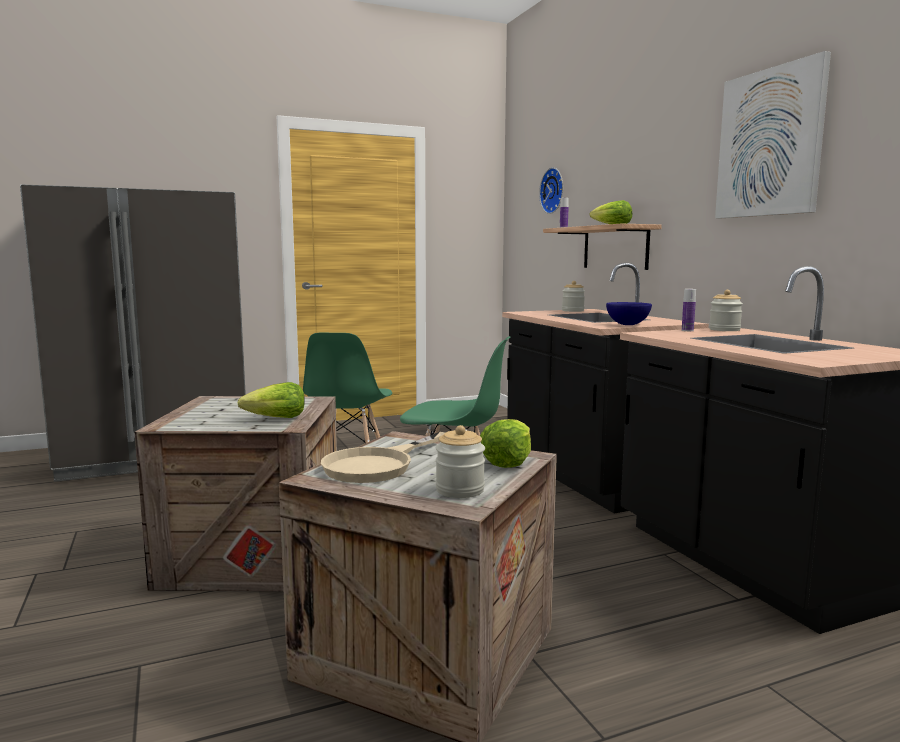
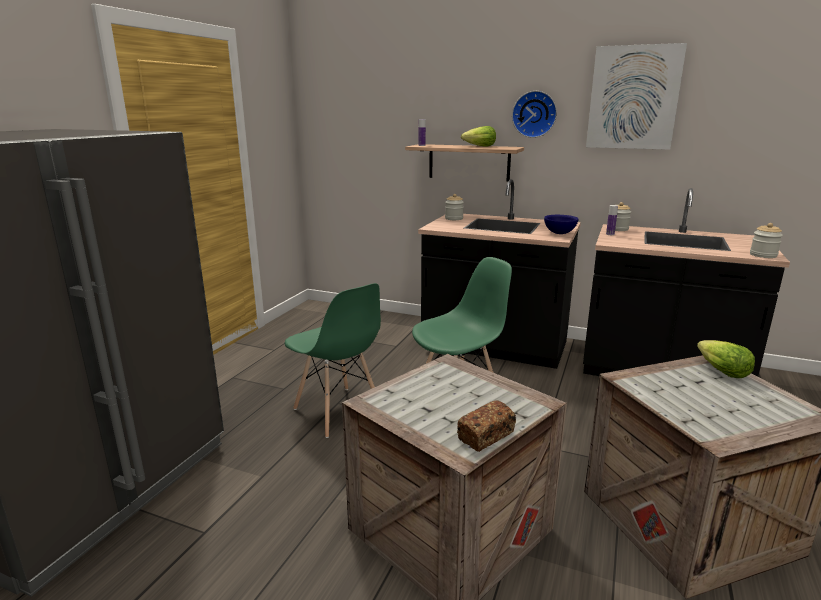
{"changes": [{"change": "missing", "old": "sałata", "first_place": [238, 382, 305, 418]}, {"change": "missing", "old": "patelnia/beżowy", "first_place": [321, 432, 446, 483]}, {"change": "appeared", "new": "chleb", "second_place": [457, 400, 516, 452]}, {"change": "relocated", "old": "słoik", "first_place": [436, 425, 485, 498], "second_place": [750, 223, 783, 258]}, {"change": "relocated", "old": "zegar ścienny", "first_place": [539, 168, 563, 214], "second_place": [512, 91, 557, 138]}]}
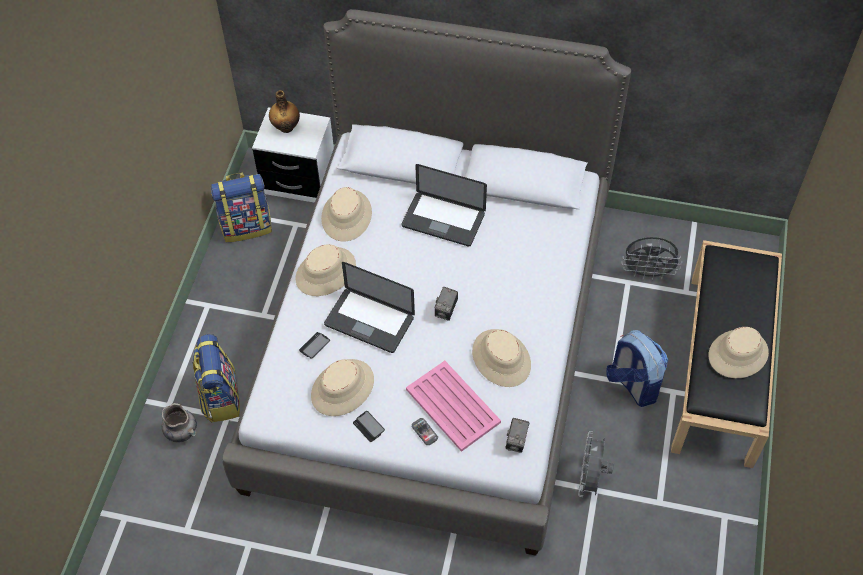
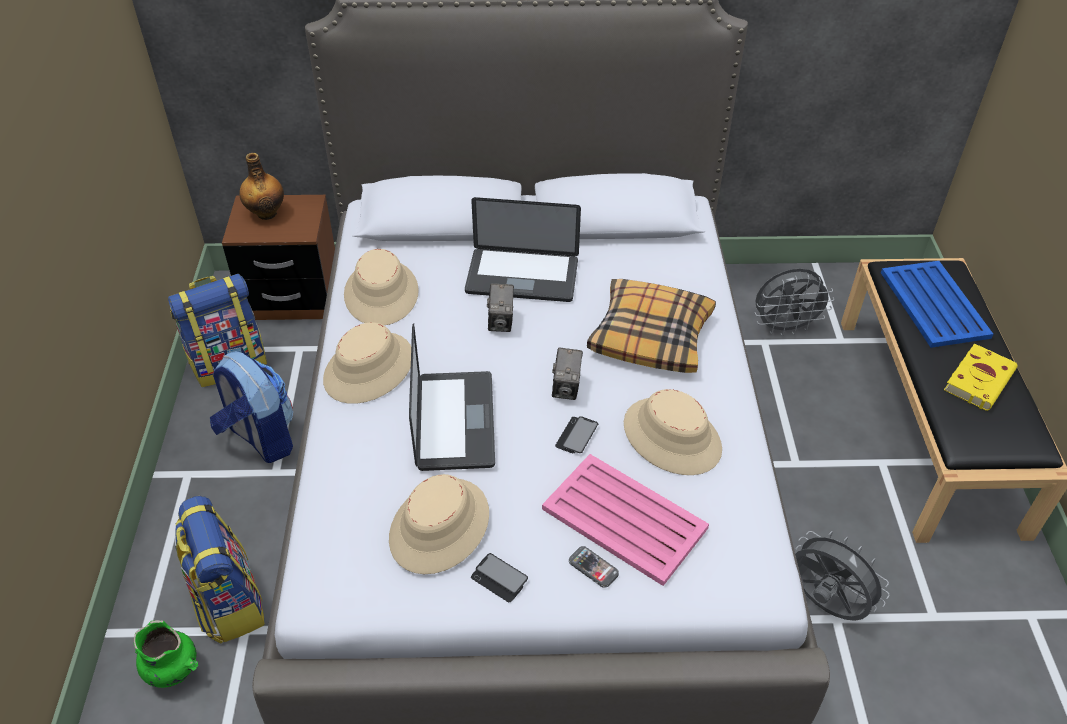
{"changes": [{"change": "appeared", "new": "poduszka", "second_place": [587, 279, 716, 373]}, {"change": "appeared", "new": "taca/niebieski", "second_place": [881, 261, 993, 348]}, {"change": "relocated", "old": "telefon", "first_place": [299, 332, 330, 358], "second_place": [555, 416, 598, 453]}, {"change": "relocated", "old": "aparat fotograficzny", "first_place": [505, 418, 530, 453], "second_place": [487, 283, 514, 332]}, {"change": "relocated", "old": "plecak", "first_place": [607, 330, 668, 407], "second_place": [210, 351, 293, 463]}, {"change": "exchanged", "old": "kapelusz/beżowy", "new": "książka/żółty", "first_place": [709, 327, 769, 378], "second_place": [944, 343, 1017, 411]}, {"change": "colour", "old": "wazon/szary", "new": "wazon/zielony", "first_place": [162, 403, 197, 443], "second_place": [134, 620, 198, 688]}, {"change": "colour", "old": "szafka nocna/biały", "new": "szafka nocna/brązowy", "first_place": [252, 107, 334, 203], "second_place": [222, 195, 335, 320]}, {"change": "spun", "old": "laptop", "first_place": [324, 262, 415, 353], "second_place": [409, 323, 495, 471], "degrees": -105}, {"change": "spun", "old": "wentylator/szary", "first_place": [578, 431, 614, 497], "second_place": [795, 531, 890, 621], "degrees": 135}]}
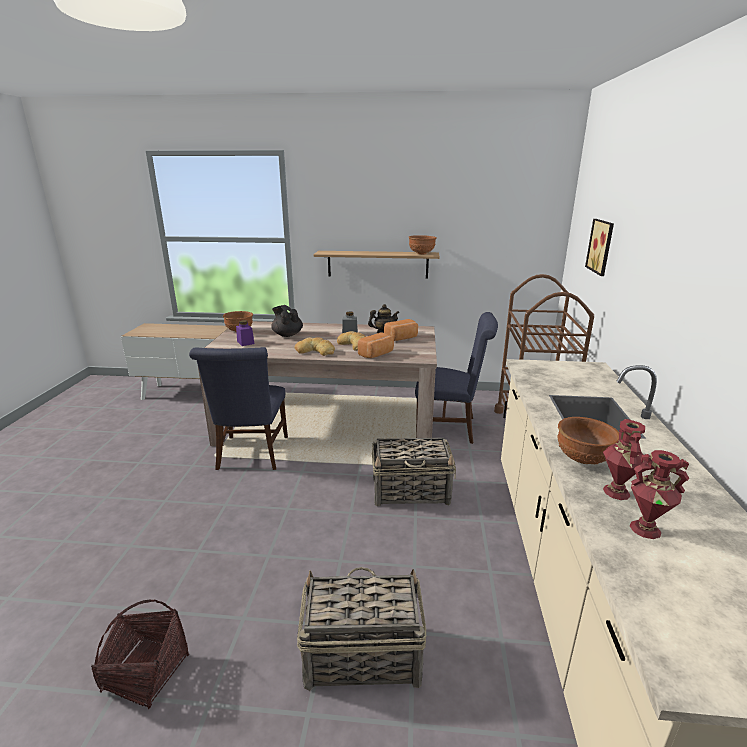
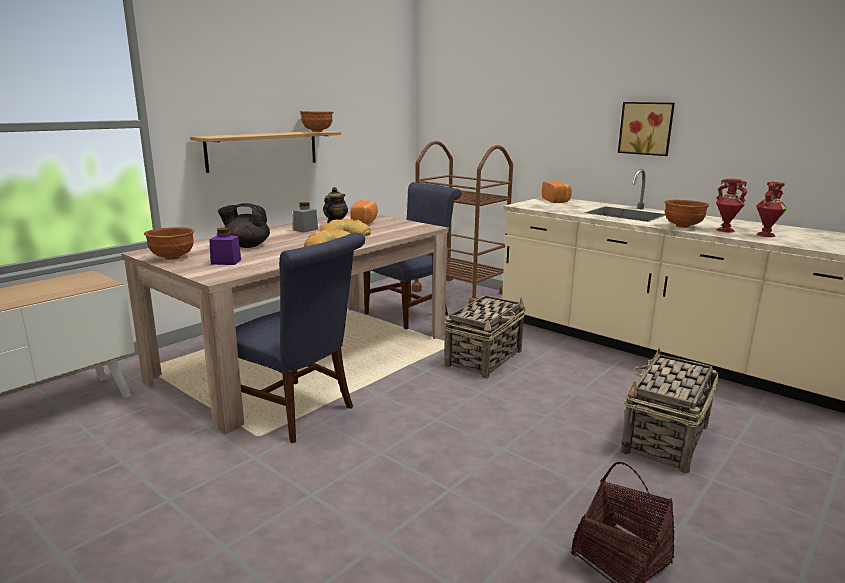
{"changes": [{"change": "relocated", "old": "chleb", "first_place": [358, 332, 394, 358], "second_place": [542, 181, 572, 203]}, {"change": "relocated", "old": "obraz", "first_place": [585, 219, 614, 276], "second_place": [618, 102, 675, 156]}]}
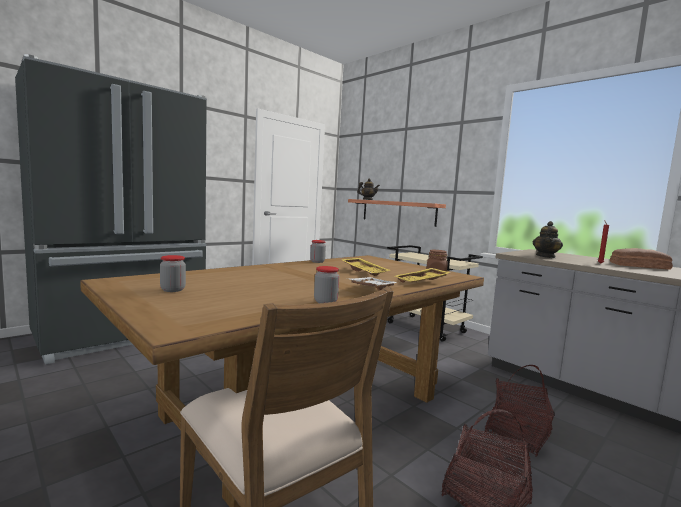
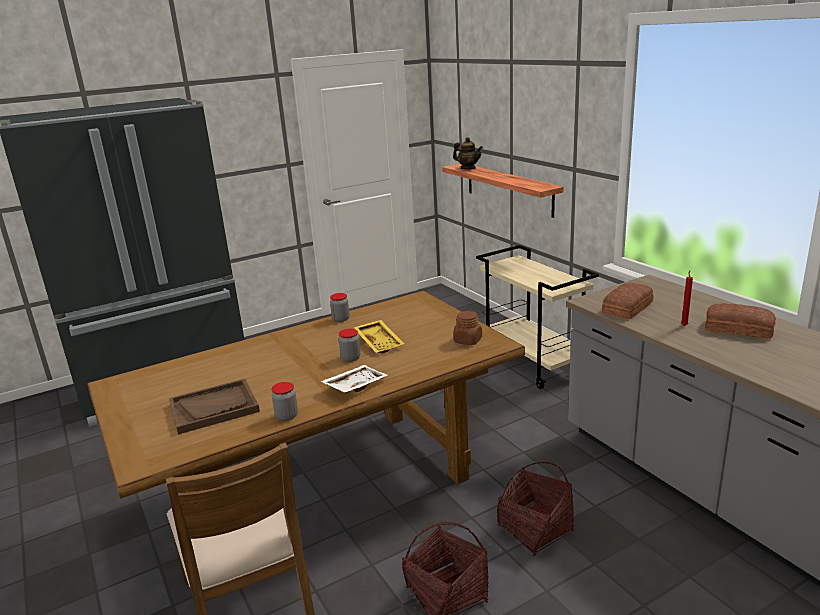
{"changes": [{"change": "missing", "old": "taca/żółty", "first_place": [395, 268, 451, 282]}, {"change": "appeared", "new": "taca/brązowy", "second_place": [169, 379, 260, 434]}, {"change": "relocated", "old": "słoik", "first_place": [160, 255, 186, 292], "second_place": [339, 329, 360, 362]}, {"change": "exchanged", "old": "imbryk", "new": "chleb", "first_place": [533, 221, 563, 258], "second_place": [602, 283, 653, 319]}]}
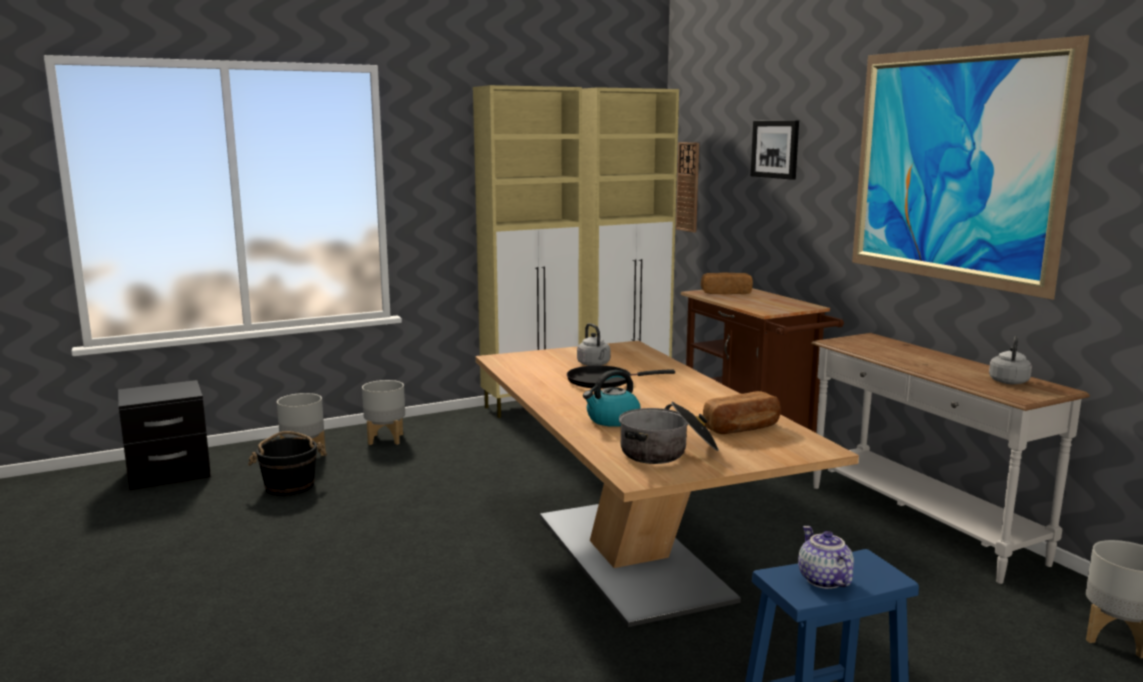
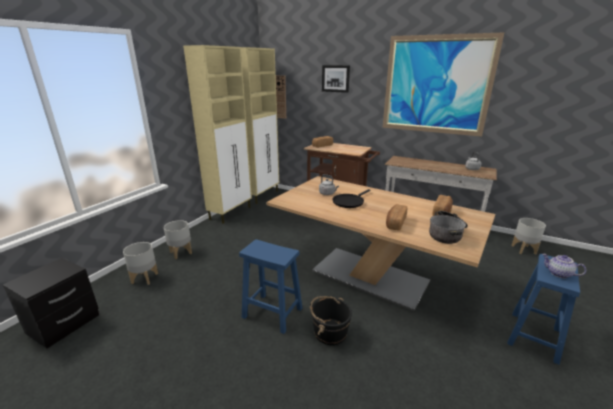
{"changes": [{"change": "appeared", "new": "stołek/niebieski", "second_place": [239, 239, 302, 334]}, {"change": "relocated", "old": "wiadro/czarny", "first_place": [248, 431, 327, 496], "second_place": [310, 296, 352, 345]}, {"change": "exchanged", "old": "czajnik", "new": "chleb", "first_place": [583, 370, 641, 427], "second_place": [386, 204, 407, 231]}]}
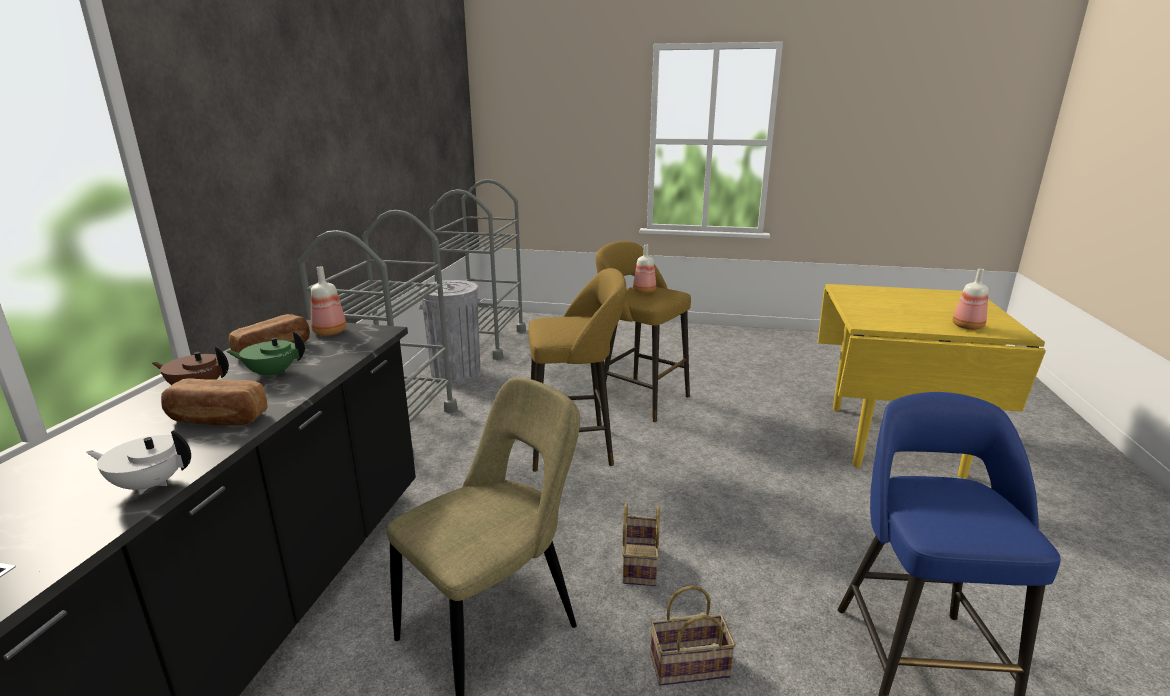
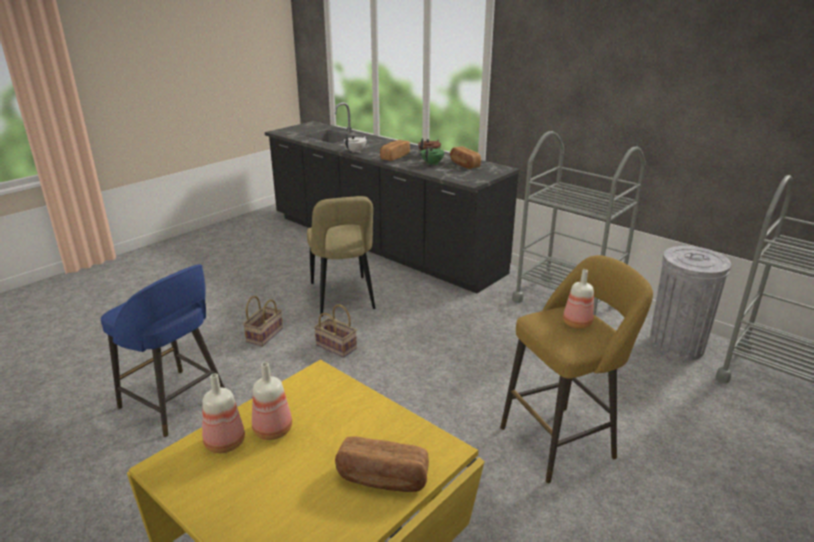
{"changes": [{"change": "missing", "old": "stołek/żółty", "first_place": [528, 268, 626, 472]}, {"change": "appeared", "new": "chleb", "second_place": [335, 437, 429, 492]}, {"change": "relocated", "old": "butelka", "first_place": [311, 266, 346, 336], "second_place": [252, 362, 292, 440]}]}
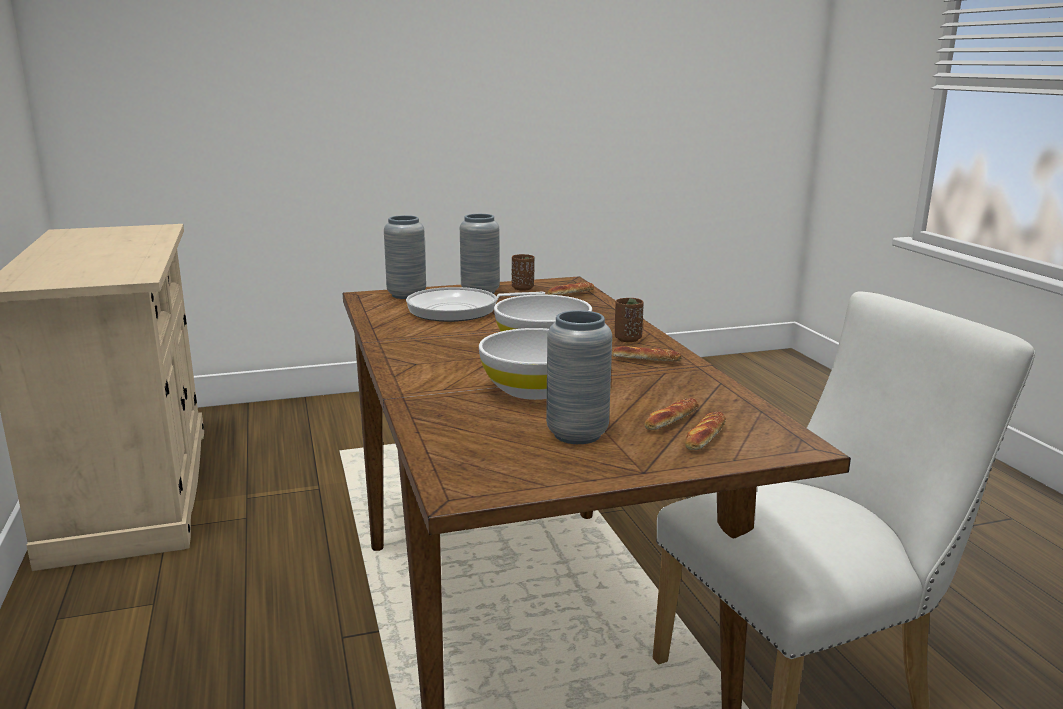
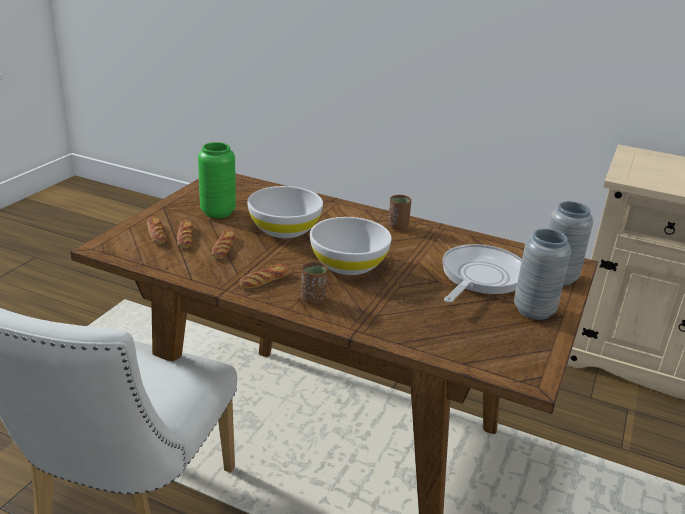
{"changes": [{"change": "relocated", "old": "filiżanka/brązowy", "first_place": [512, 254, 535, 290], "second_place": [388, 195, 412, 230]}, {"change": "relocated", "old": "chleb", "first_place": [548, 282, 594, 295], "second_place": [211, 230, 236, 259]}, {"change": "colour", "old": "wazon/szary", "new": "wazon/zielony", "first_place": [546, 310, 612, 444], "second_place": [198, 142, 236, 218]}]}
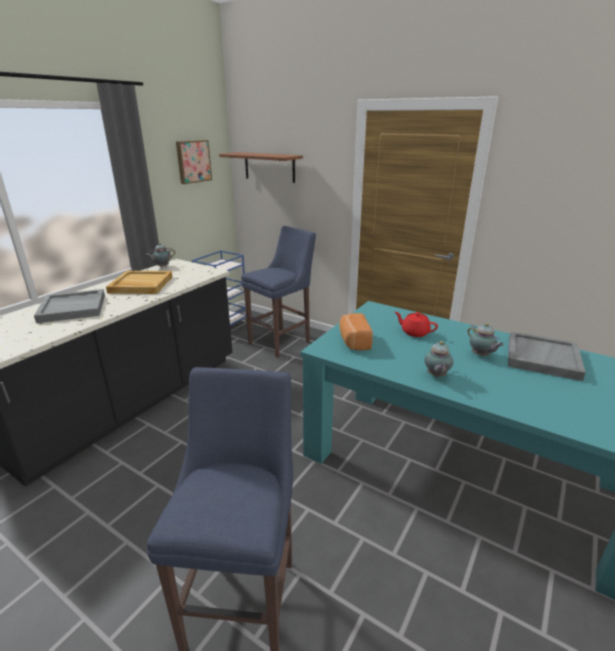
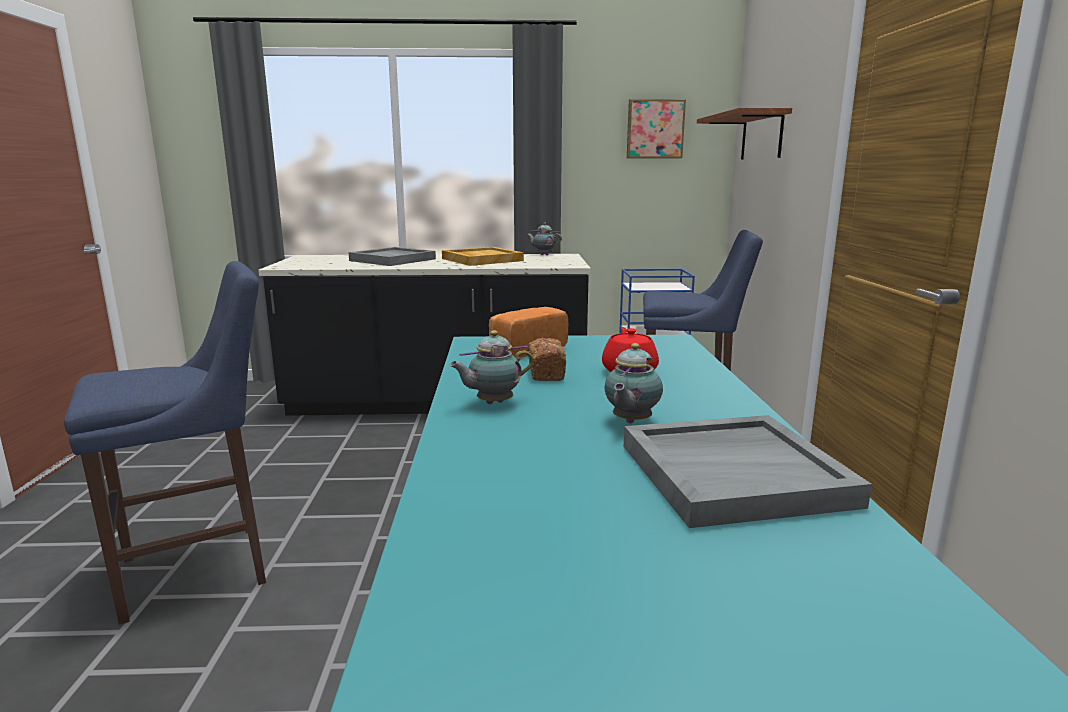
{"changes": [{"change": "appeared", "new": "chleb", "second_place": [528, 338, 566, 381]}]}
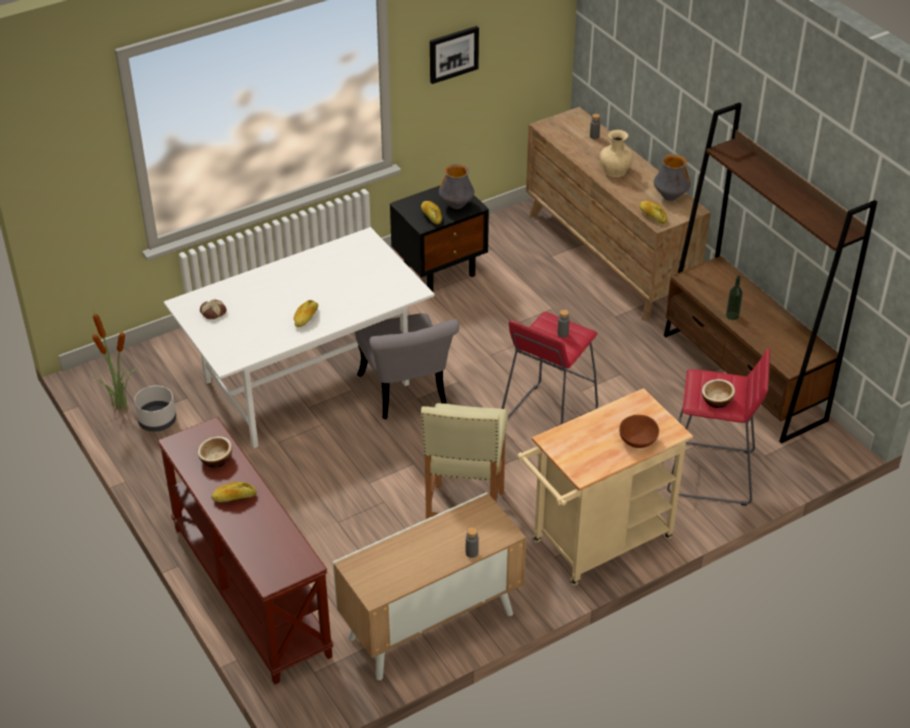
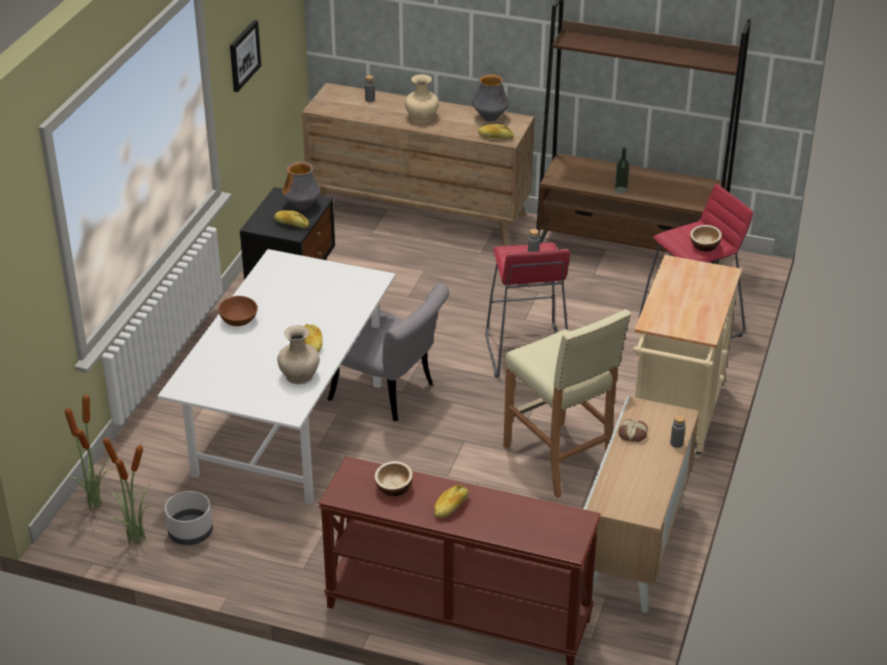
{"changes": [{"change": "appeared", "new": "roślina doniczkowa", "second_place": [65, 394, 113, 510]}, {"change": "appeared", "new": "wazon/beżowy", "second_place": [277, 325, 320, 384]}, {"change": "relocated", "old": "chleb", "first_place": [200, 299, 227, 319], "second_place": [618, 419, 648, 442]}, {"change": "relocated", "old": "miska/brązowy", "first_place": [619, 415, 659, 448], "second_place": [219, 296, 258, 326]}]}
